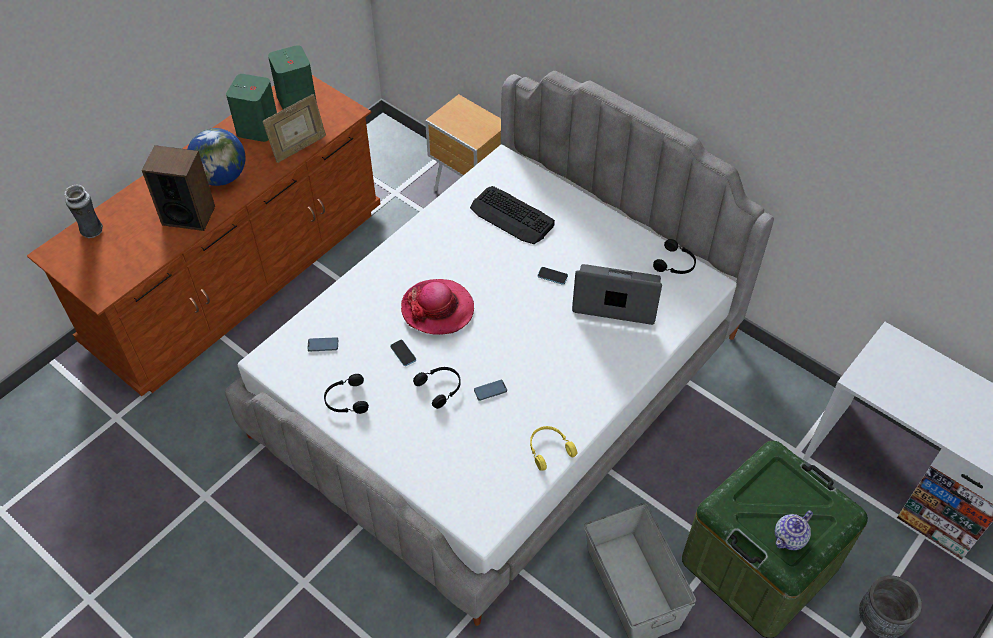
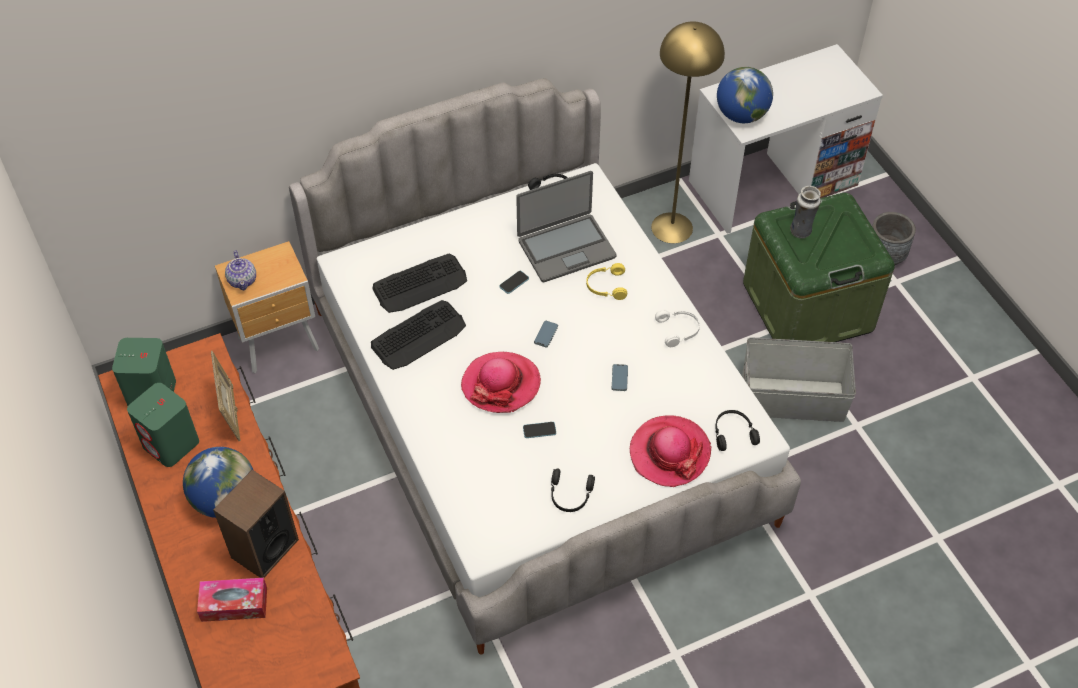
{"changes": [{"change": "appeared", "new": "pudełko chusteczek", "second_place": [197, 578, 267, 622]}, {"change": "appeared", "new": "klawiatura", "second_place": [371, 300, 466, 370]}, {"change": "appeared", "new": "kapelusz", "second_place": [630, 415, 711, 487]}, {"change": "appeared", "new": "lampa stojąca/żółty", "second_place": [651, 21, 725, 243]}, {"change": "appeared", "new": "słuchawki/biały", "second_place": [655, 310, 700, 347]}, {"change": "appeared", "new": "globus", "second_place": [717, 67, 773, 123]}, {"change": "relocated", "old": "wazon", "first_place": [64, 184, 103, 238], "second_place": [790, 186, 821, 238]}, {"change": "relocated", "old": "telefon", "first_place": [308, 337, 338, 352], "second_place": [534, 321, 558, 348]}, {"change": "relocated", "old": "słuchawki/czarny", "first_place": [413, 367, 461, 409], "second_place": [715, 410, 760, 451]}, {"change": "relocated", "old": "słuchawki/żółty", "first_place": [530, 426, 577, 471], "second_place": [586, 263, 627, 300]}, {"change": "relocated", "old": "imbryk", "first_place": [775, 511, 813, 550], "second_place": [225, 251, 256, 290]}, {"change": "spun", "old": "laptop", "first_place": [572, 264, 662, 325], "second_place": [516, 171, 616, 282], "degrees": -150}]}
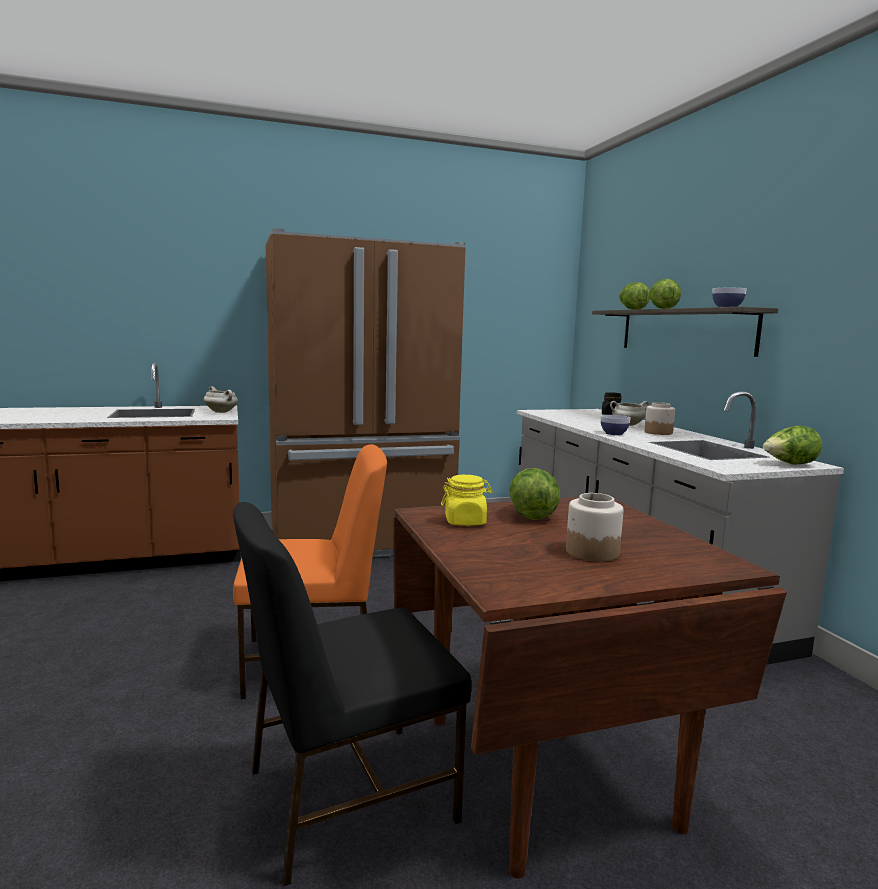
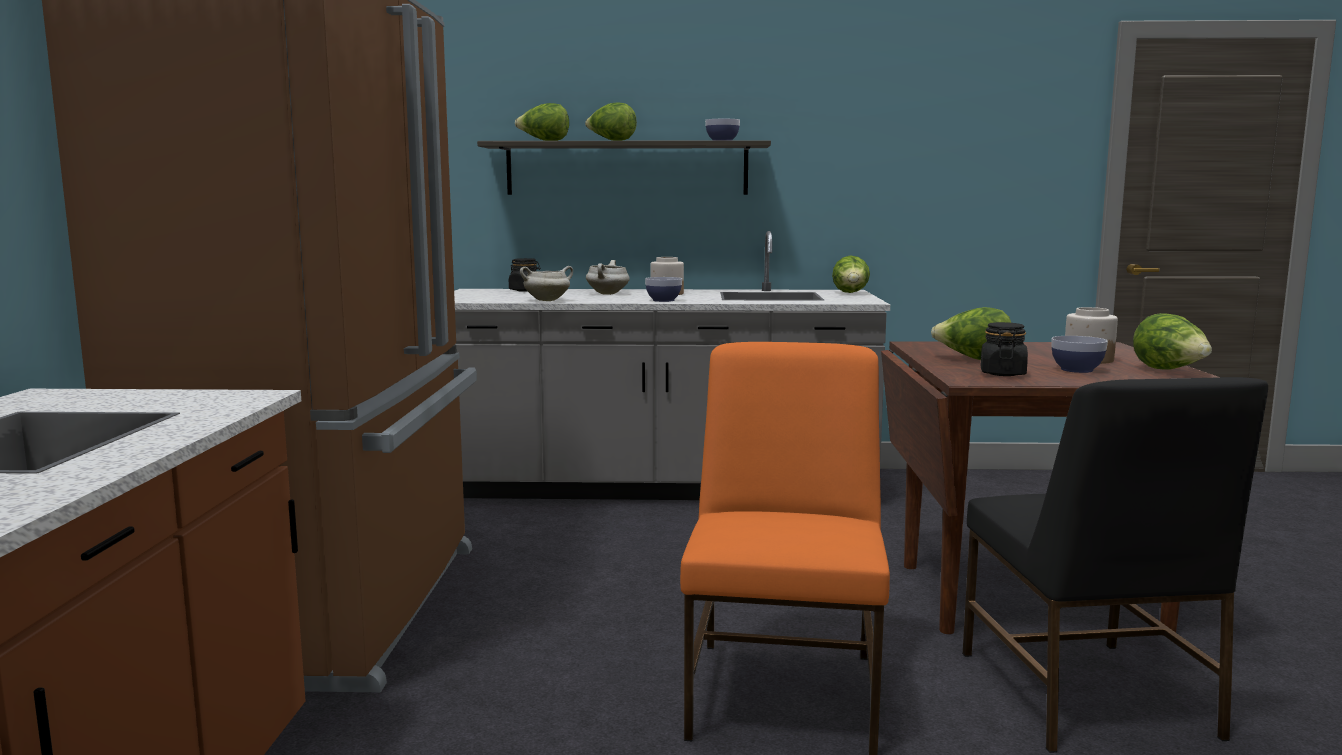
{"changes": [{"change": "appeared", "new": "miska", "second_place": [1051, 336, 1108, 373]}, {"change": "appeared", "new": "sałata", "second_place": [1133, 313, 1212, 370]}, {"change": "relocated", "old": "garnek/biały", "first_place": [204, 386, 238, 413], "second_place": [520, 266, 573, 301]}, {"change": "colour", "old": "słoik/żółty", "new": "słoik/czarny", "first_place": [441, 475, 493, 526], "second_place": [981, 322, 1028, 376]}]}
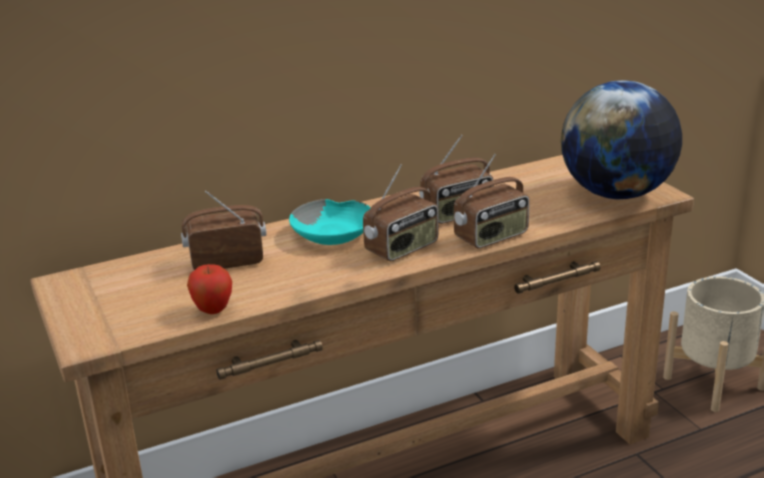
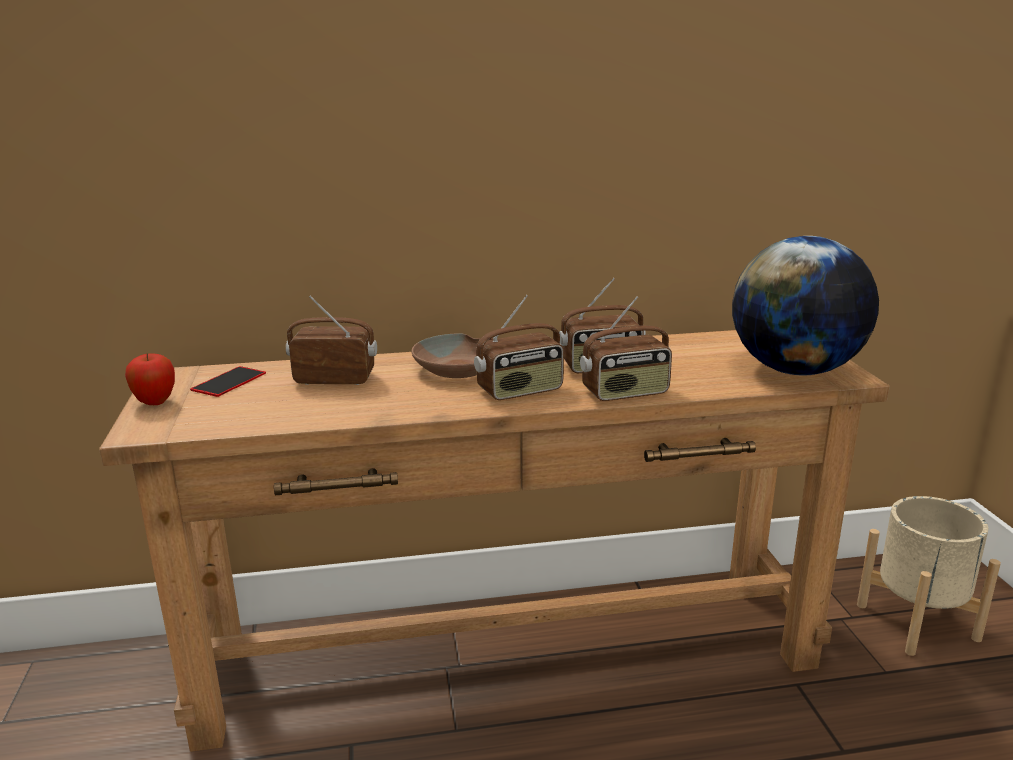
{"changes": [{"change": "appeared", "new": "telefon", "second_place": [190, 366, 266, 397]}, {"change": "relocated", "old": "jabłko", "first_place": [187, 264, 232, 314], "second_place": [125, 353, 175, 405]}, {"change": "colour", "old": "miska/turkusowy", "new": "miska/brązowy", "first_place": [289, 199, 371, 245], "second_place": [411, 333, 493, 378]}]}
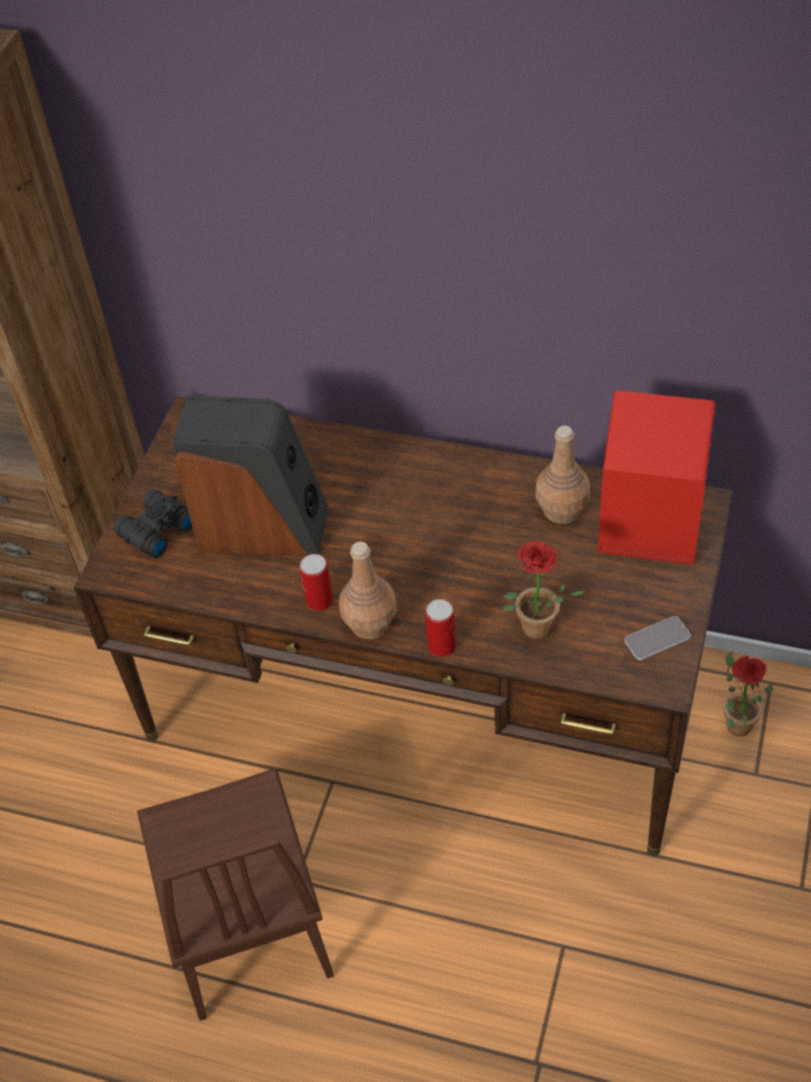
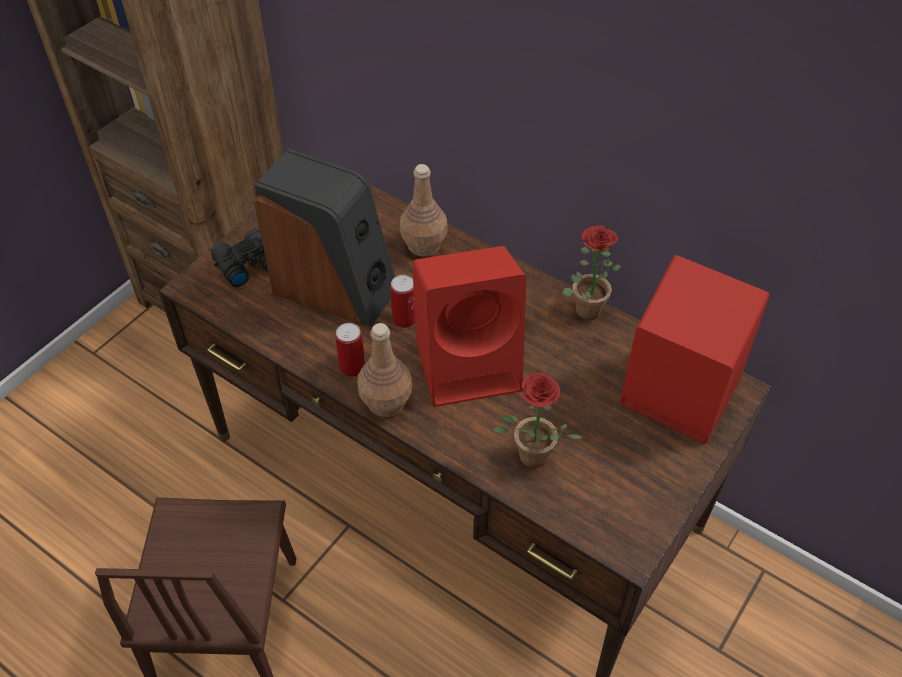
{"changes": [{"change": "missing", "old": "telefon", "first_place": [625, 616, 691, 660]}, {"change": "appeared", "new": "głośnik/czerwony", "second_place": [413, 246, 526, 407]}, {"change": "relocated", "old": "puszka", "first_place": [425, 599, 456, 657], "second_place": [390, 275, 415, 328]}, {"change": "relocated", "old": "butelka/brązowy", "first_place": [535, 426, 590, 524], "second_place": [400, 164, 447, 257]}, {"change": "relocated", "old": "roślina doniczkowa", "first_place": [724, 654, 773, 737], "second_place": [563, 226, 621, 320]}]}
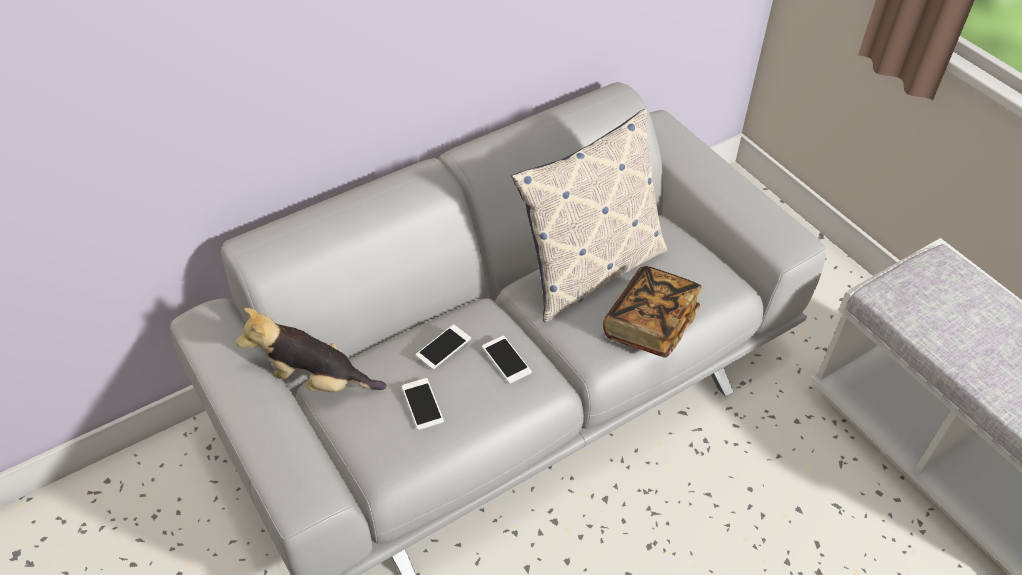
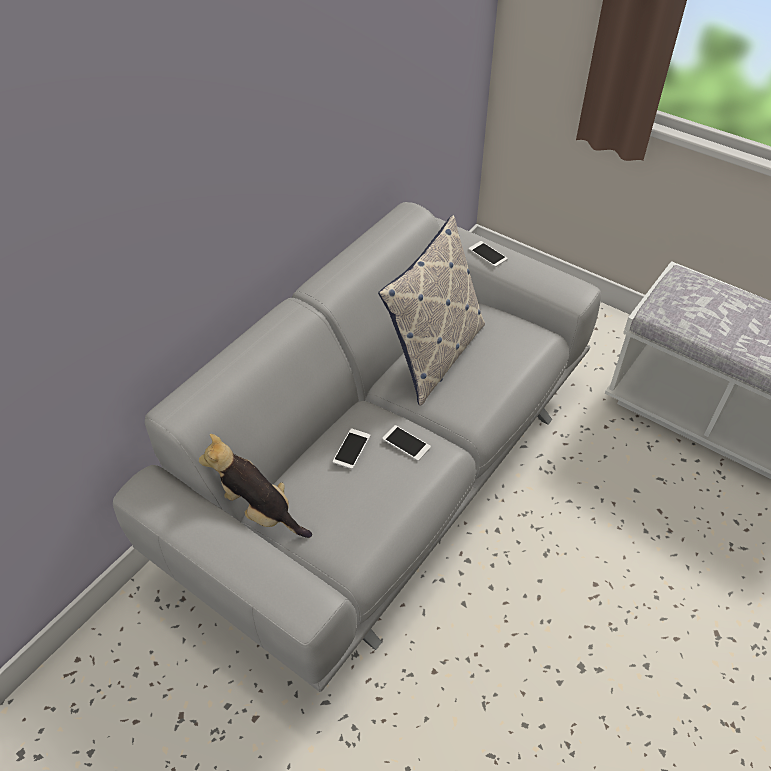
{"changes": [{"change": "missing", "old": "książka", "first_place": [603, 266, 702, 358]}, {"change": "relocated", "old": "telefon", "first_place": [402, 378, 444, 430], "second_place": [469, 241, 508, 267]}, {"change": "spun", "old": "pluszak", "first_place": [236, 308, 386, 392], "second_place": [199, 434, 312, 538], "degrees": 45}]}
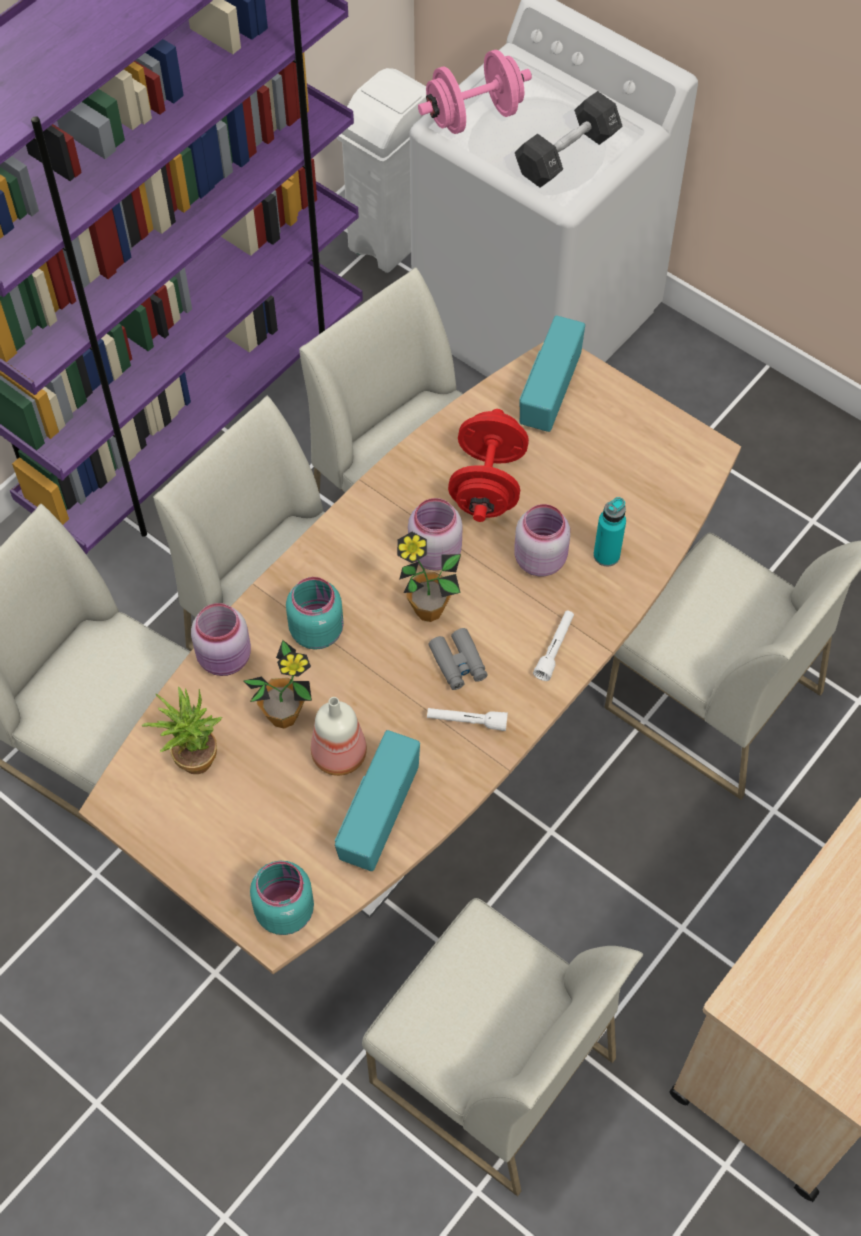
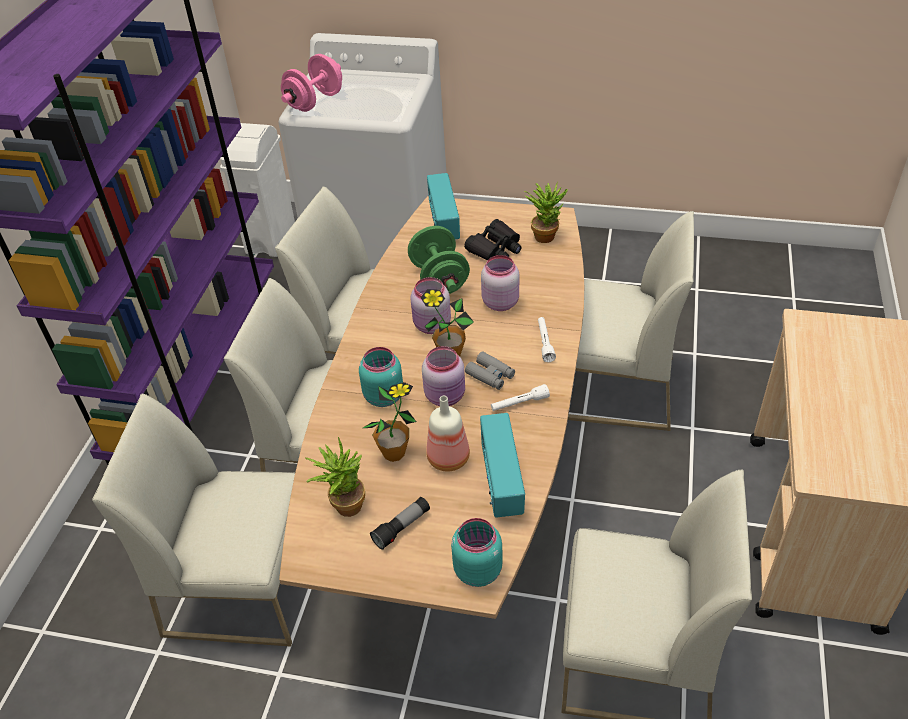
{"changes": [{"change": "missing", "old": "hantel/czarny", "first_place": [515, 91, 622, 188]}, {"change": "missing", "old": "butelka/turkusowy", "first_place": [593, 497, 626, 566]}, {"change": "appeared", "new": "latarka", "second_place": [370, 497, 430, 550]}, {"change": "appeared", "new": "lornetka/czarny", "second_place": [464, 219, 521, 260]}, {"change": "appeared", "new": "roślina doniczkowa", "second_place": [524, 181, 568, 243]}, {"change": "relocated", "old": "słoik/różowy", "first_place": [191, 603, 251, 676], "second_place": [422, 346, 465, 406]}, {"change": "colour", "old": "hantel/czerwony", "new": "hantel/zielony", "first_place": [448, 409, 529, 522], "second_place": [408, 226, 470, 294]}]}
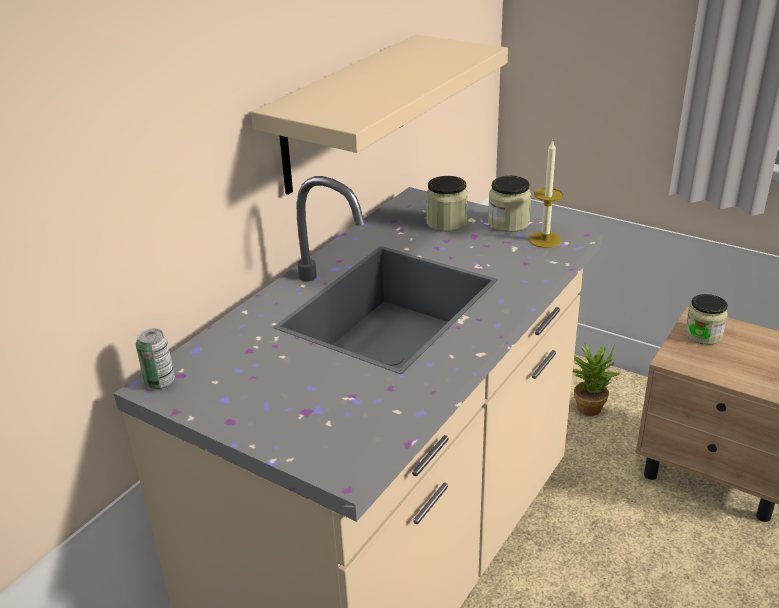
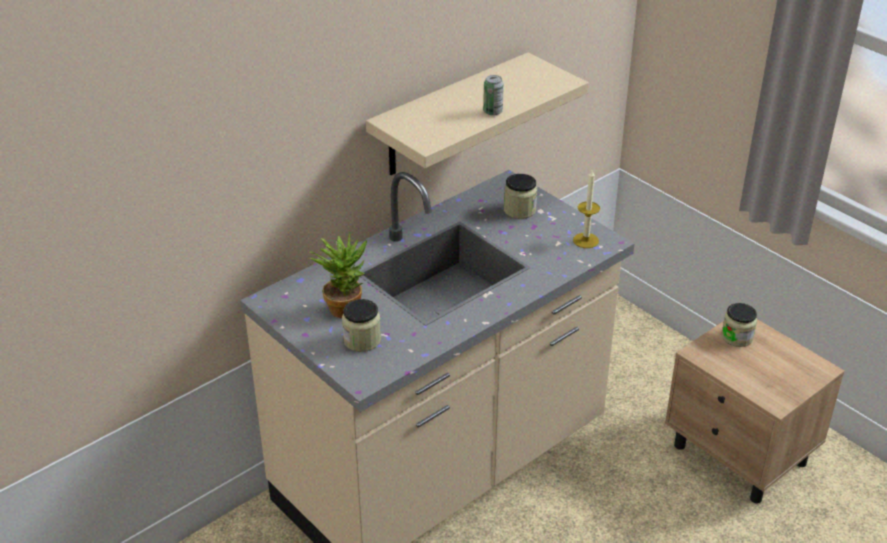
{"changes": [{"change": "relocated", "old": "puszka", "first_place": [136, 328, 175, 389], "second_place": [483, 75, 504, 116]}, {"change": "relocated", "old": "słoik", "first_place": [488, 176, 531, 232], "second_place": [342, 299, 381, 352]}, {"change": "relocated", "old": "roślina doniczkowa", "first_place": [573, 342, 620, 416], "second_place": [309, 232, 367, 318]}]}
